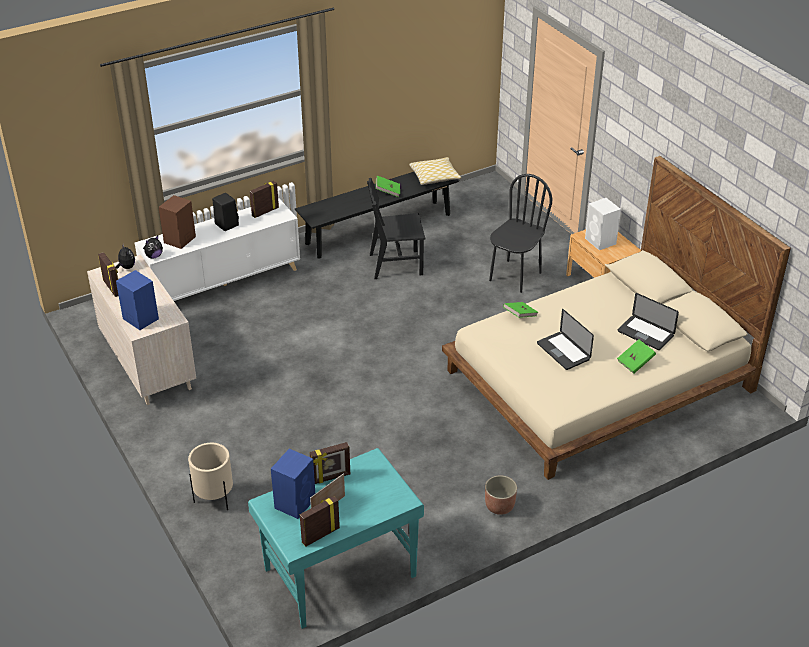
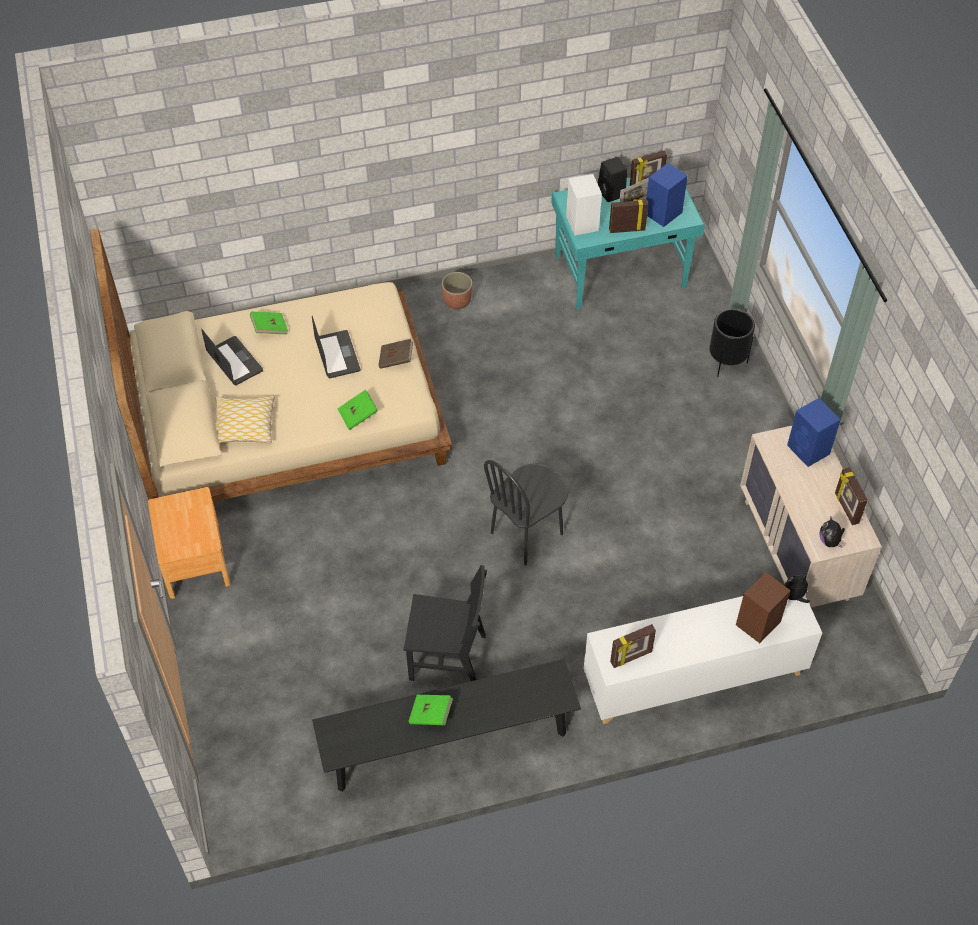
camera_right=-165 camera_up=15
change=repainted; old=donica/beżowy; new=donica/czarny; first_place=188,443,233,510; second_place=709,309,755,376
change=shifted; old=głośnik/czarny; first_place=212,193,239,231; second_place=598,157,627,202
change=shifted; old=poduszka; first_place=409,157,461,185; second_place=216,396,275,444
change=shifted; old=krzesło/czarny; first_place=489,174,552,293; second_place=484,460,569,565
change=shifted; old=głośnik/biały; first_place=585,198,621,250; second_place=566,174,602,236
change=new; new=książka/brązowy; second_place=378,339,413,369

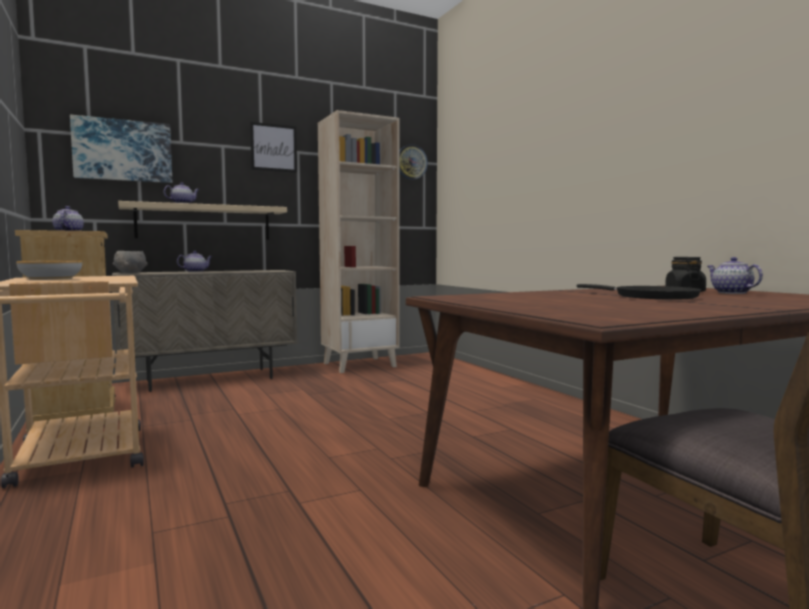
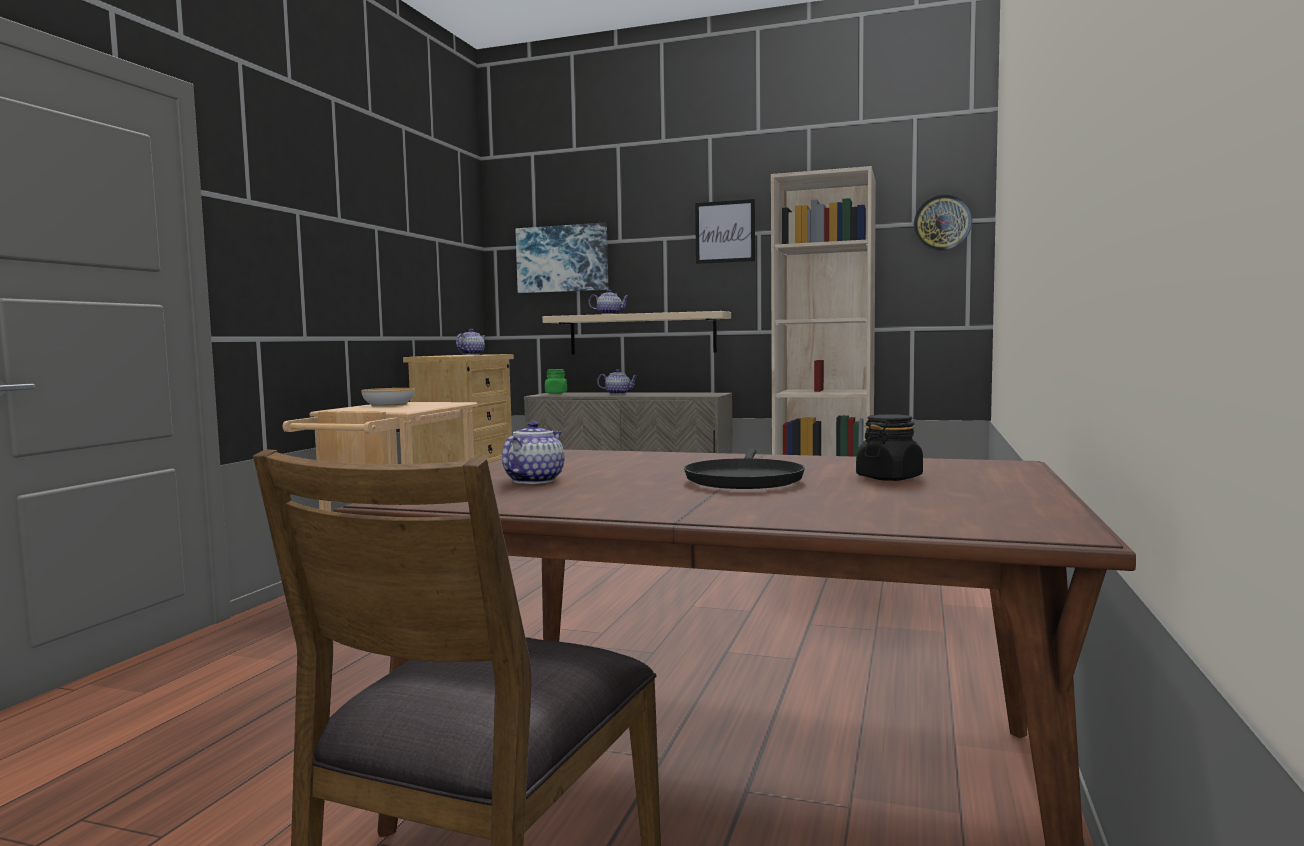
camera_right=45 camera_up=0
change=swapped; old=miska/szary; new=słoik/zielony; first_place=113,251,148,273; second_place=545,369,567,394
change=shifted; old=imbryk; first_place=707,257,763,294; second_place=502,421,564,484

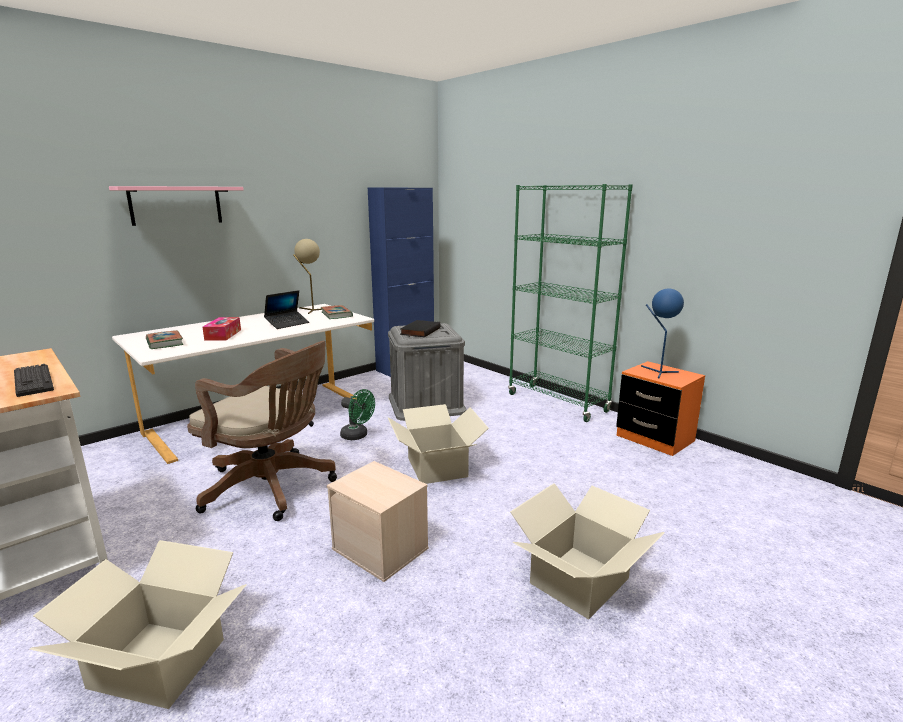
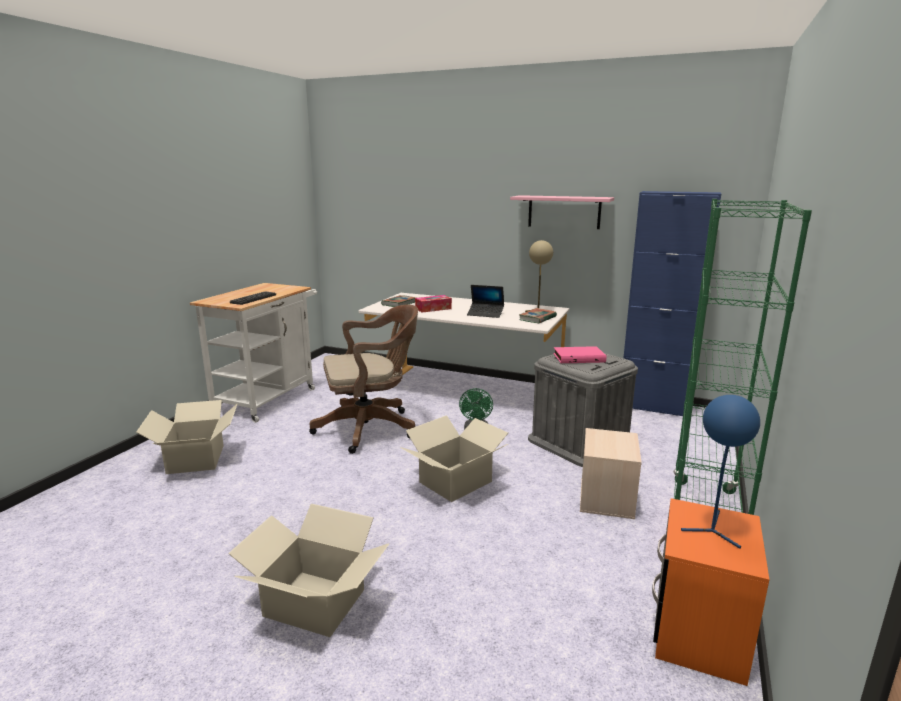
camera_right=65 camera_up=0
change=shifted; old=półka/różowy; first_place=109,186,244,226; second_place=510,195,614,229
change=rotated; old=krzesło biurowe/brązowy; first_place=187,341,337,521; second_place=309,304,418,454; degrees=-105
change=shifted; old=pojemnik do przechowywania/beżowy; first_place=327,461,428,582; second_place=580,428,642,519
change=repainted; old=książka/czarny; new=książka/różowy; first_place=400,320,441,337; second_place=553,346,606,363

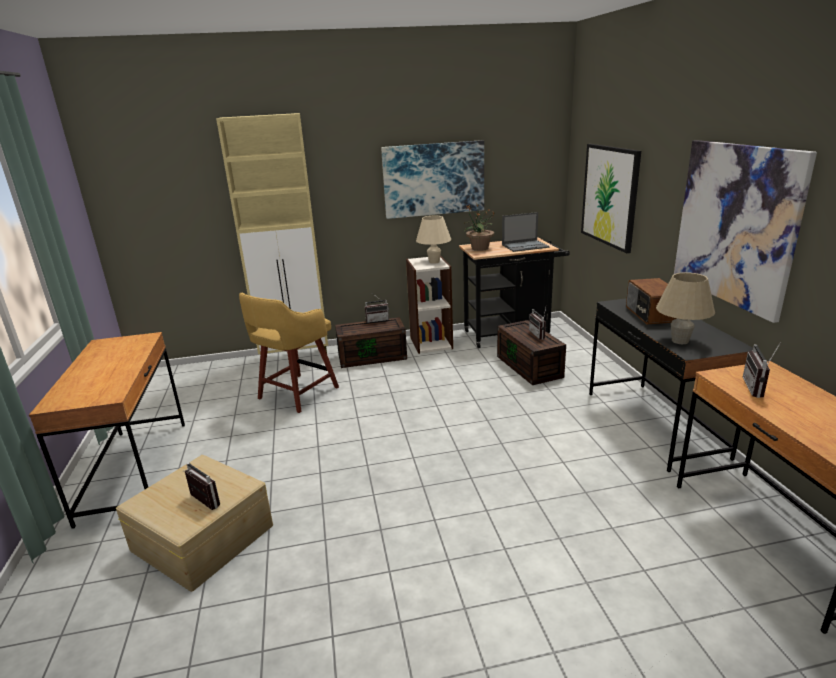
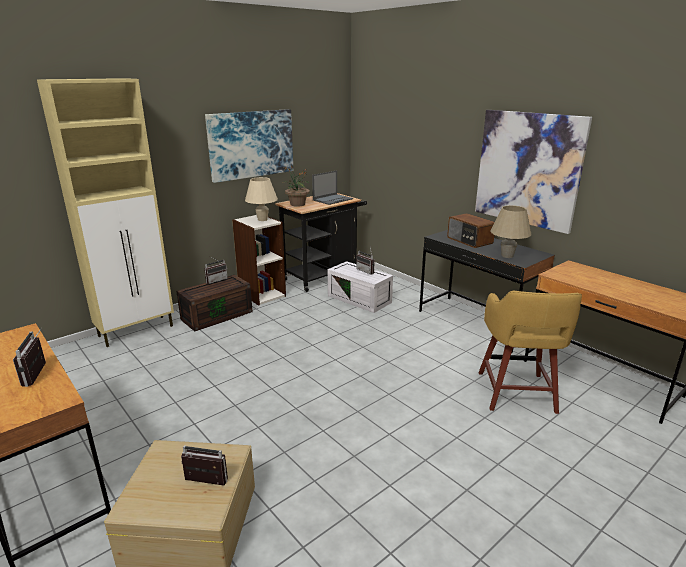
camera_right=-30 camera_up=0
change=shifted; old=stołek/żółty; first_place=239,293,339,413; second_place=479,291,582,414
change=repainted; old=pojemnik do przechowywania/brązowy; new=pojemnik do przechowywania/biały; first_place=497,320,566,385; second_place=328,261,393,313
change=gone; old=obraz; first_place=581,144,641,253
change=shifted; old=radio; first_place=743,342,781,398; second_place=13,328,46,387

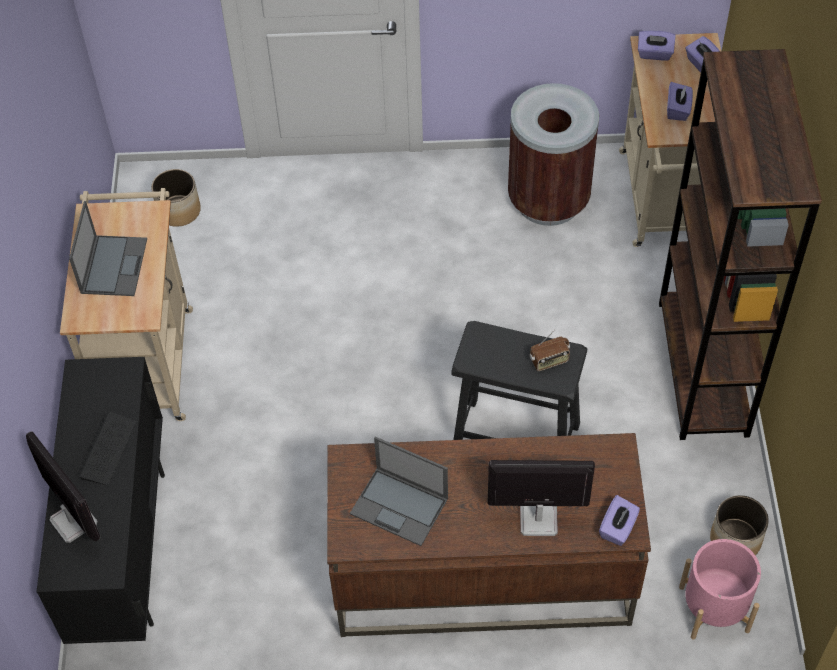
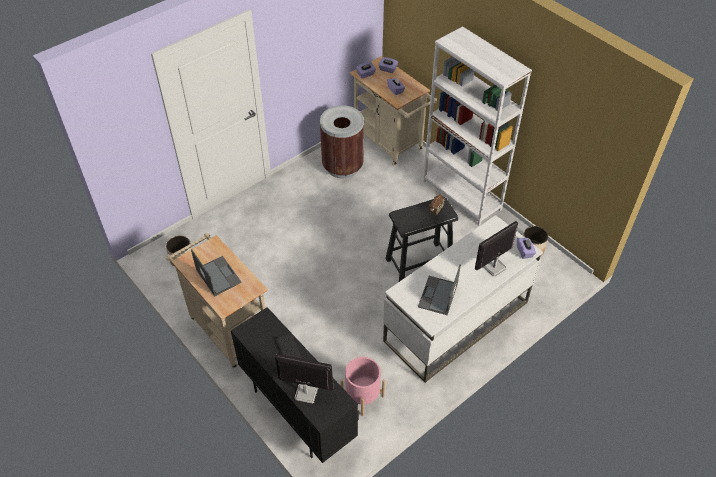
camera_right=-40 camera_up=-5
change=repainted; old=biurko/brązowy; new=biurko/biały; first_place=327,433,651,637; second_place=383,215,543,383
change=rotated; old=laptop; first_place=350,437,448,546; second_place=418,265,461,315; degrees=120
change=repainted; old=regał/brązowy; new=regał/biały; first_place=659,49,822,440; second_place=423,26,532,226
change=shifted; old=donica/różowy; first_place=679,539,761,639; second_place=340,357,385,416

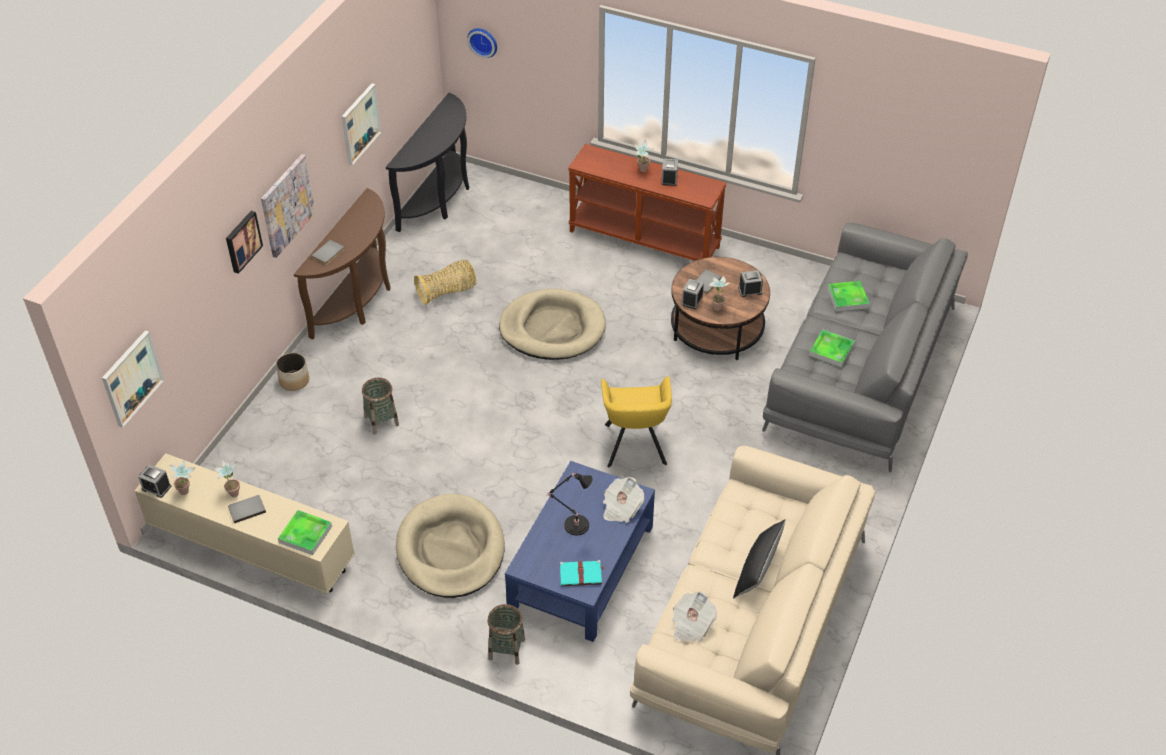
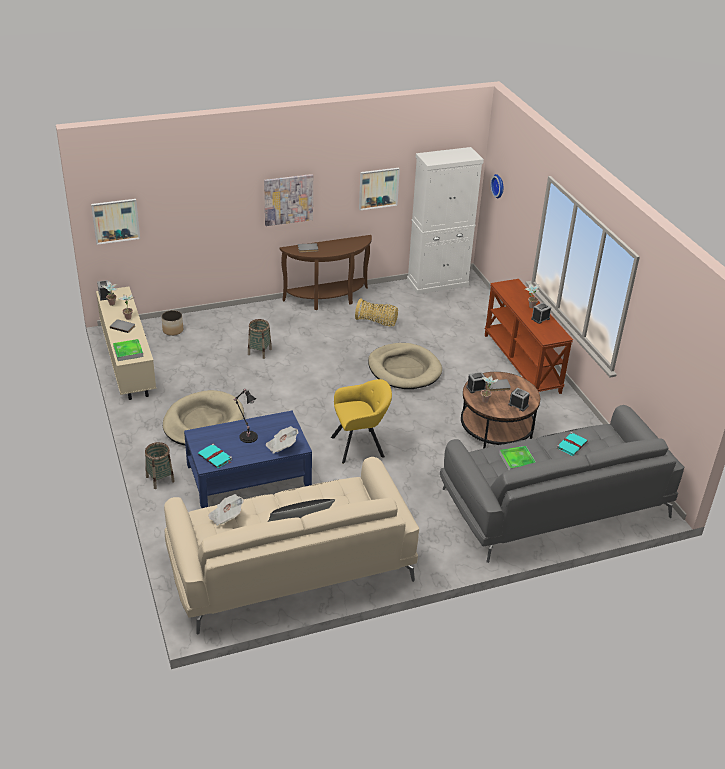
camera_right=45 camera_up=-10
change=gone; old=obraz; first_place=226,211,263,274
change=shifted; old=donica; first_place=276,353,309,391; second_place=162,310,183,336
change=swapped; old=stolik konsolowy/czarny; new=szafka/biały; first_place=386,93,469,232; second_place=407,147,484,294
change=rotated; old=fotel/żółty; first_place=601,376,672,468; second_place=331,379,392,464; degrees=-150
change=swapped; old=taca; new=książka/turkusowy; first_place=827,281,870,312; second_place=557,432,587,456

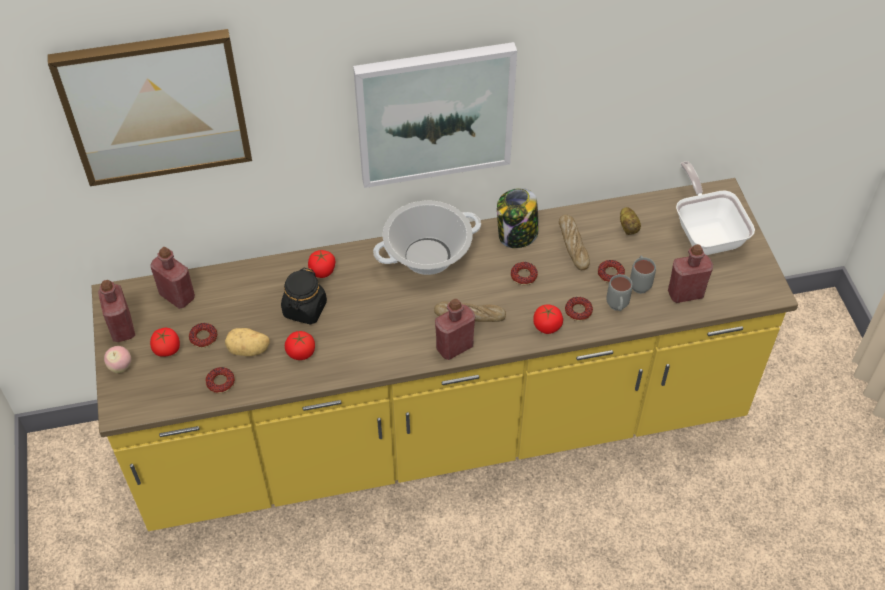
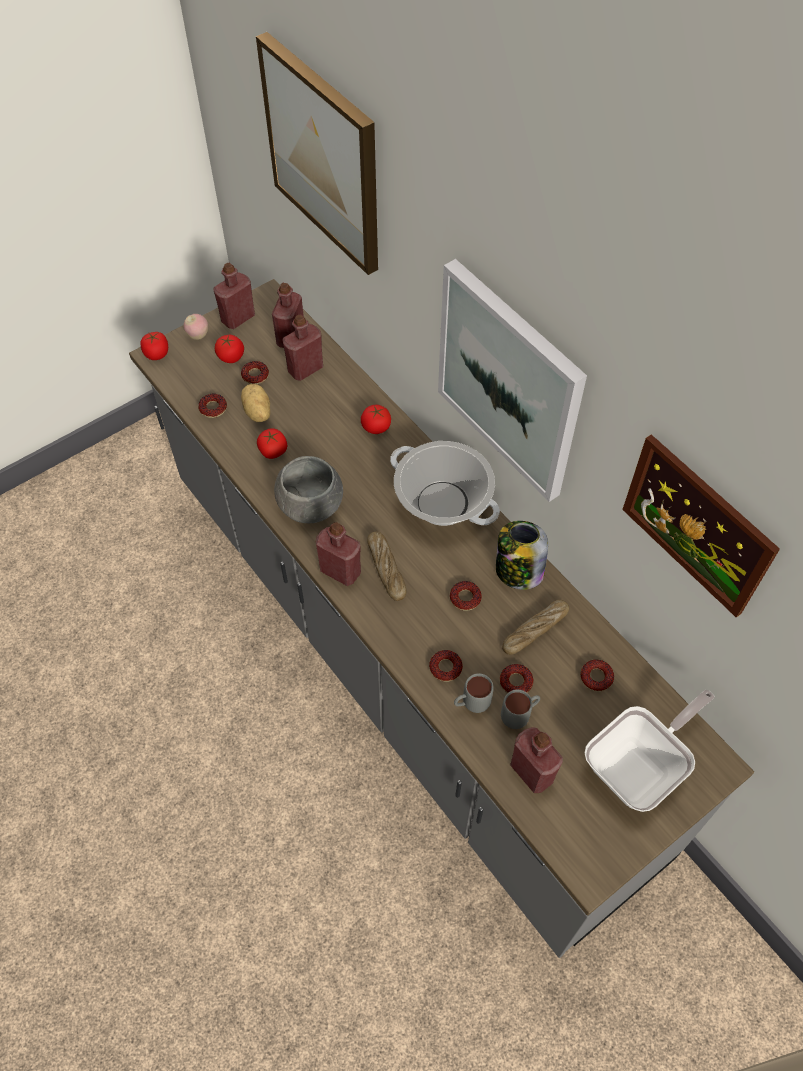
camera_right=65 camera_up=5
change=repainted; old=zabudowa kuchenna/żółty; new=zabudowa kuchenna/szary; first_place=92,178,798,531; second_place=129,279,754,958
change=gone; old=słoik/czarny; first_place=281,268,327,324
change=shifted; old=pomidor; first_place=533,304,563,334; second_place=140,332,168,360
change=swapped; old=ziemniak; new=donut; first_place=620,207,641,235; second_place=581,659,614,691
change=new; new=miska/szary; second_place=274,456,343,523
change=new; new=butelka/czerwony; second_place=282,315,323,381
change=new; new=obraz; second_place=622,434,780,618

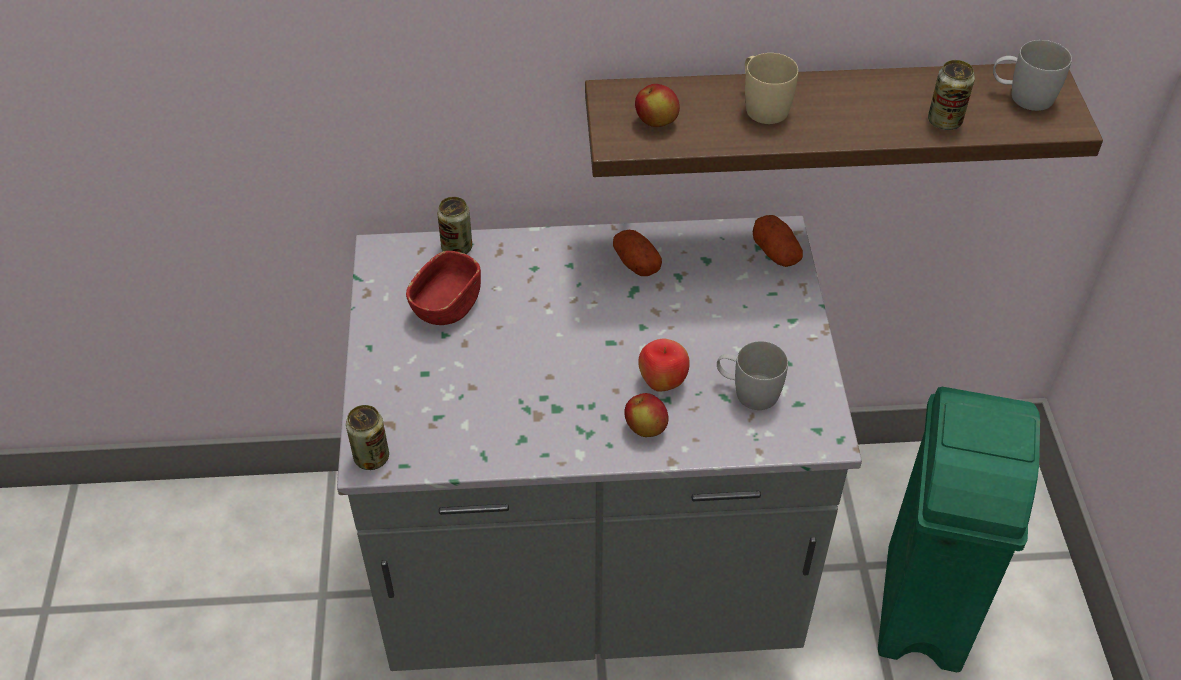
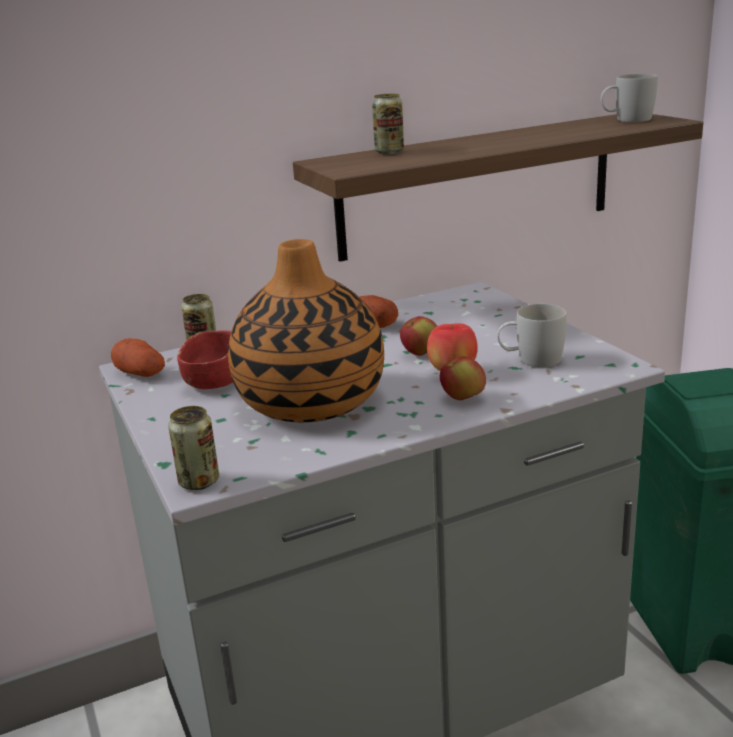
camera_right=-20 camera_up=-25
change=shifted; old=jabłko; first_place=635,84,680,127; second_place=400,316,437,356
change=gone; old=kubek/beżowy; first_place=745,53,798,124
change=shifted; old=ziemniak; first_place=752,215,803,267; second_place=111,338,165,377
change=shifted; old=puszka; first_place=928,60,975,130; second_place=372,94,404,154
change=new; new=wazon; second_place=228,239,384,422

